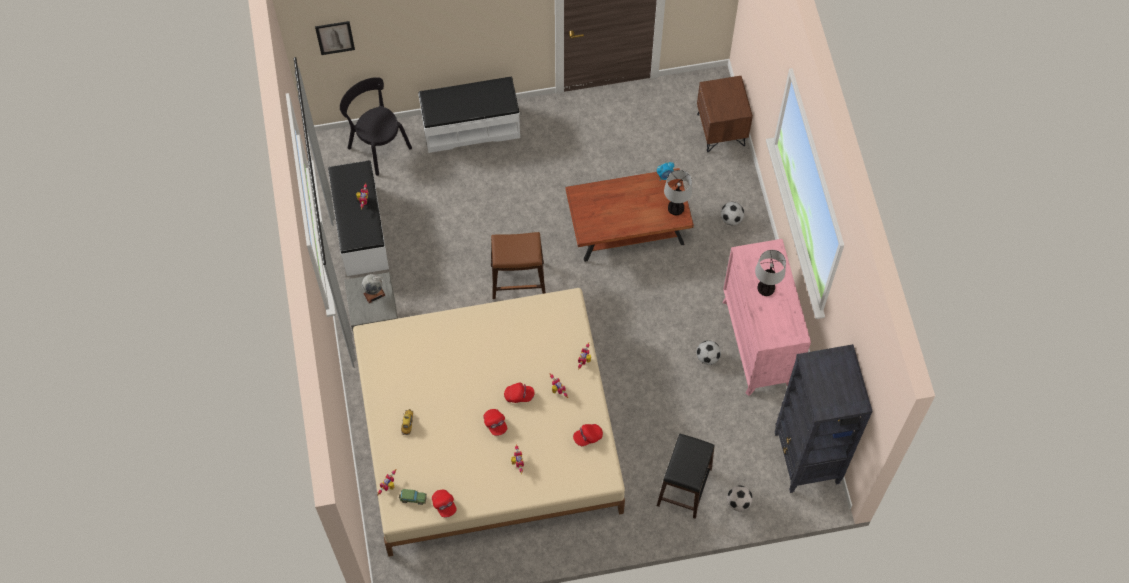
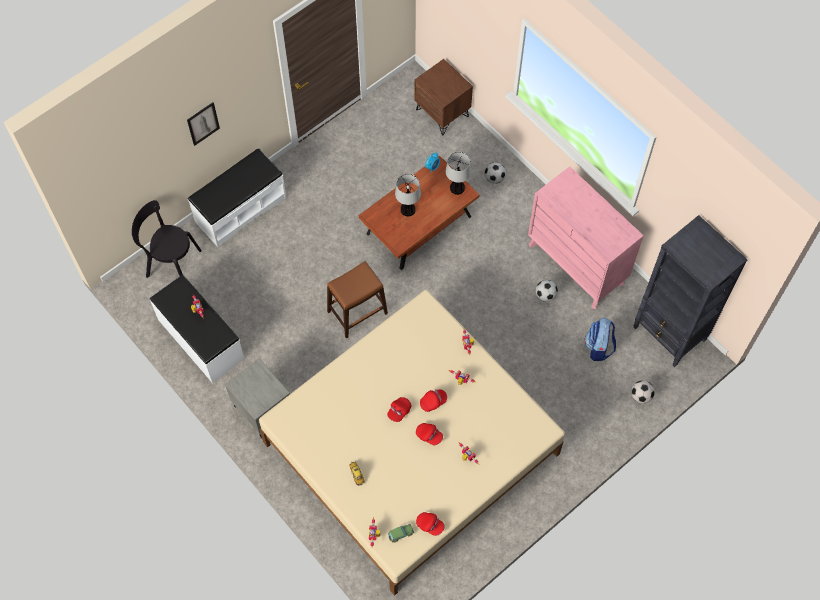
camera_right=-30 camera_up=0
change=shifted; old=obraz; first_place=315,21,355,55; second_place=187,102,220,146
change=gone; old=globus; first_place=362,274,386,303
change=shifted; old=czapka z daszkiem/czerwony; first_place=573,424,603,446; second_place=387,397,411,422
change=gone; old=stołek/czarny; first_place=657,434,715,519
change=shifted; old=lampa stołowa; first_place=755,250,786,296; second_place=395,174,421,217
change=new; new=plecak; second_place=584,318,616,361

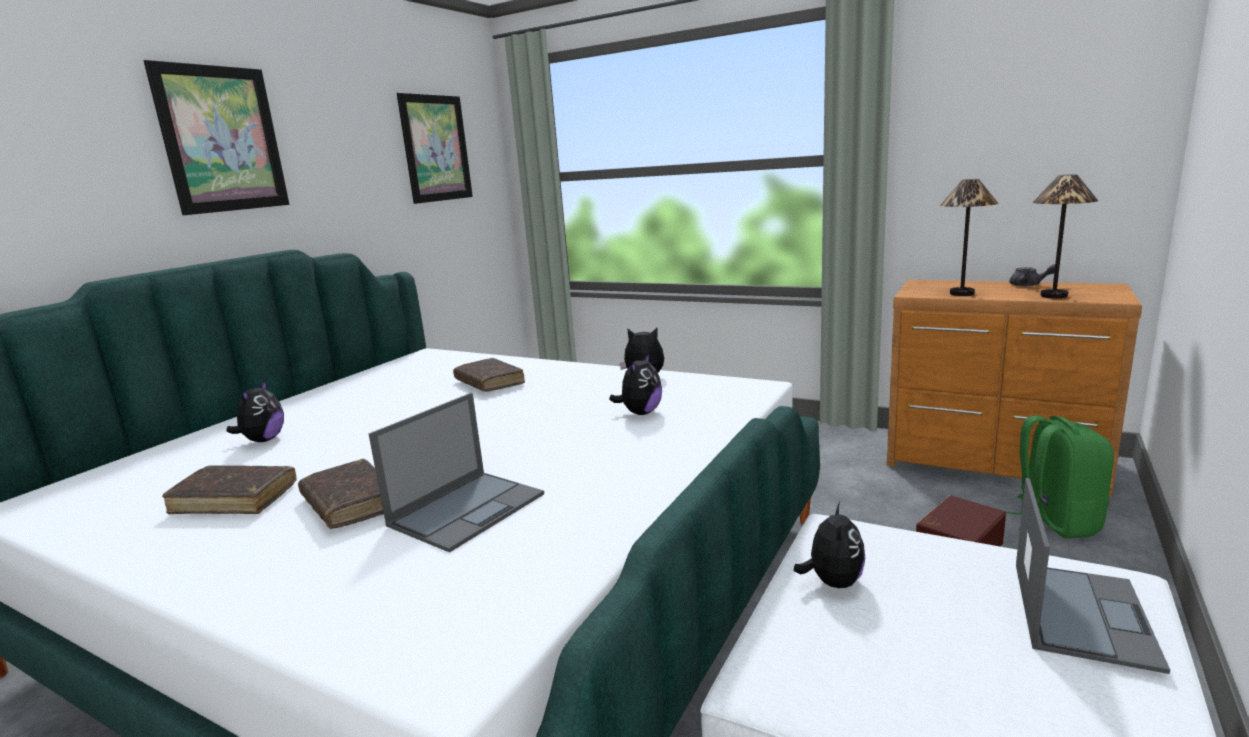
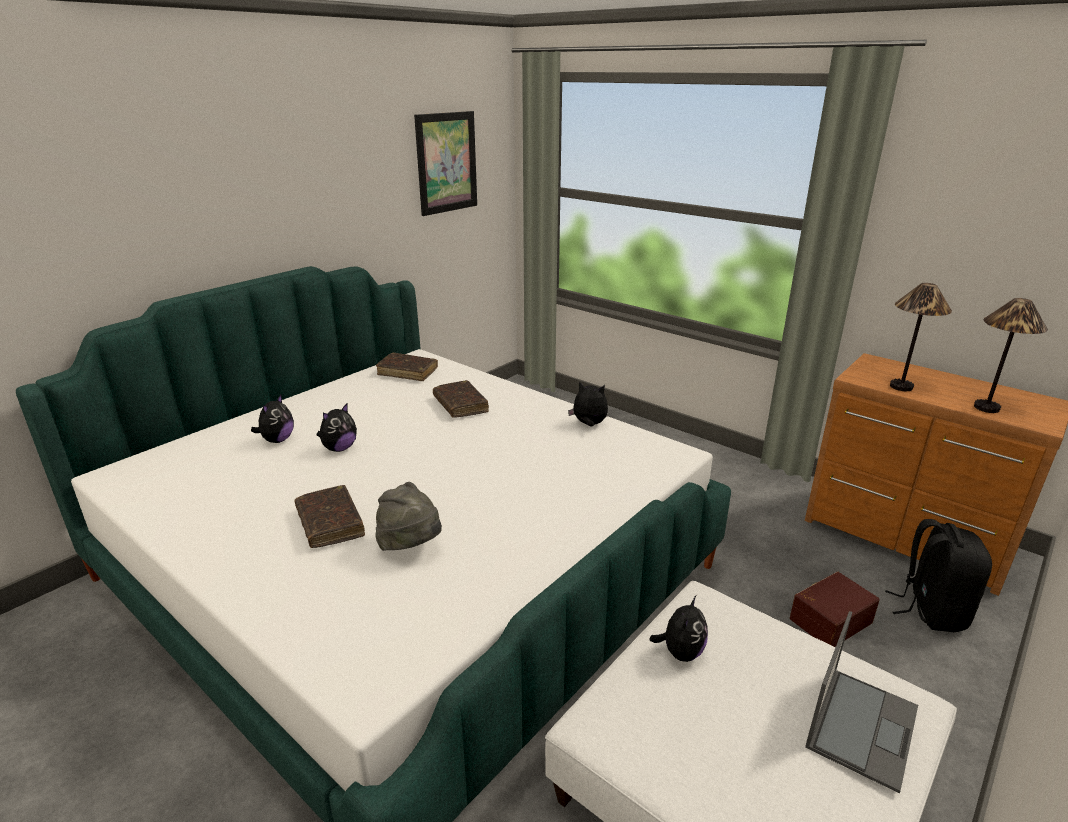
camera_right=10 camera_up=10
change=gone; old=obraz; first_place=144,60,289,215
change=shifted; old=książka/brązowy; first_place=162,465,296,514; second_place=376,353,438,381
change=swapped; old=laptop; new=kapelusz/szary; first_place=369,393,544,553; second_place=376,482,442,551
change=shifted; old=pluszak; first_place=609,353,662,415; second_place=317,404,357,452
change=repainted; old=plecak/zielony; new=plecak/czarny; first_place=1005,415,1114,539; second_place=885,519,992,632
change=gone; old=imbryk/szary; first_place=1010,264,1055,286

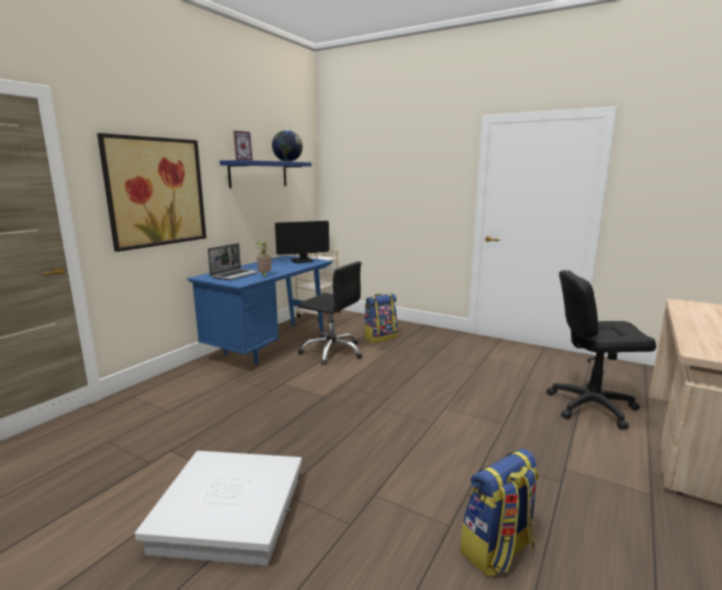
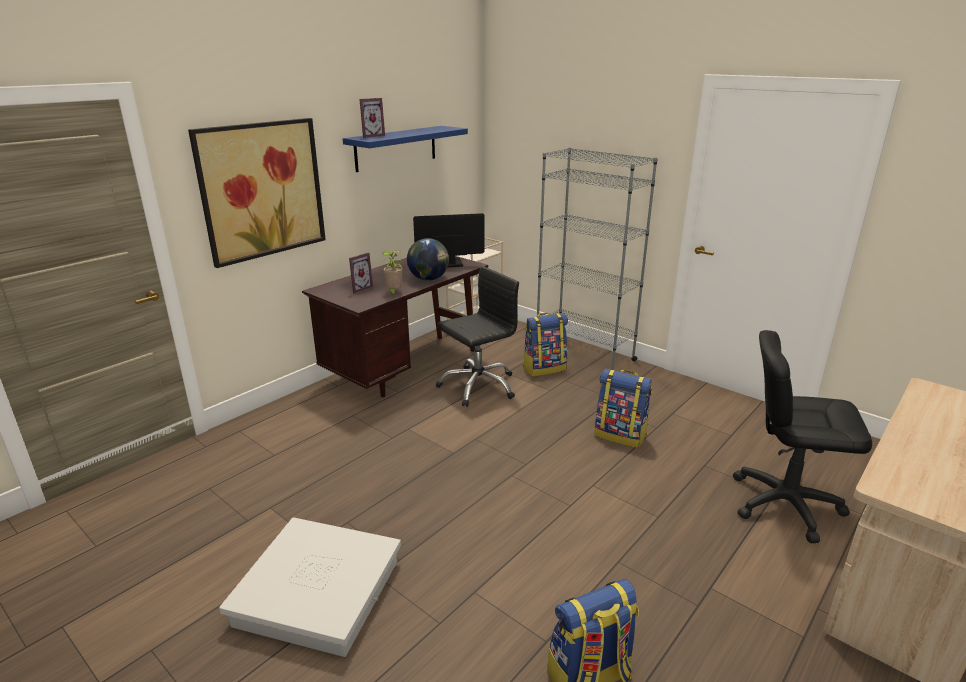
camera_right=10 camera_up=10
change=repainted; old=biurko/niebieski; new=biurko/brązowy; first_place=187,255,333,364; second_place=302,256,488,397
change=swapped; old=laptop; new=ramka na zdjęcie; first_place=208,243,260,280; second_place=349,253,373,293
change=shifted; old=globus; first_place=272,130,303,162; second_place=407,238,449,281
change=rotated; old=krzesło biurowe/czarny; first_place=298,261,362,365; second_place=436,266,519,407; degrees=-75
change=new; new=regał/szary; second_place=537,147,658,370
change=new; new=plecak; second_place=594,369,652,448

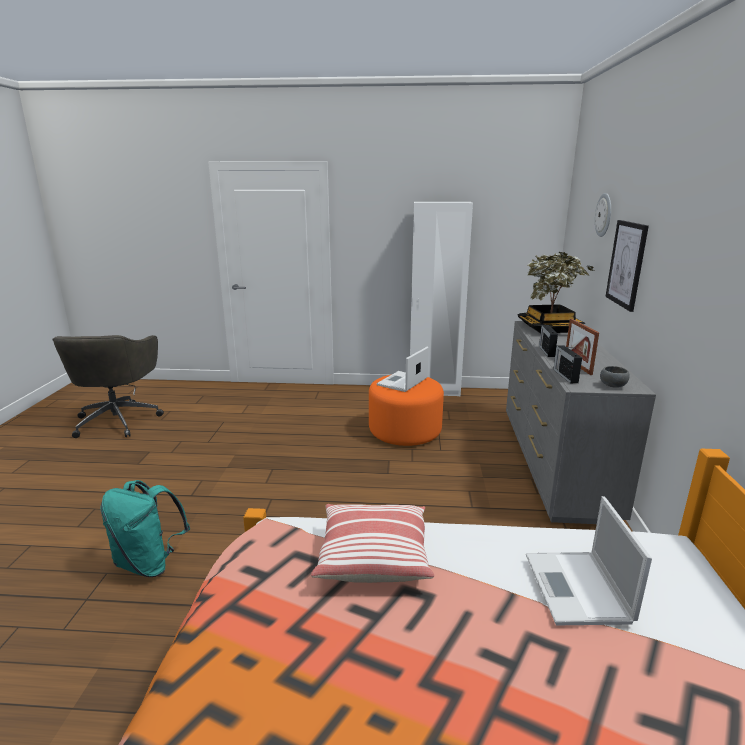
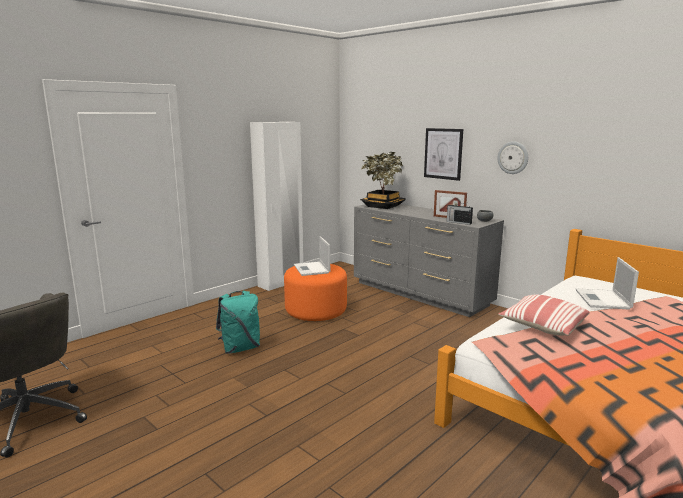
camera_right=-50 camera_up=-5
change=shifted; old=plecak/turkusowy; first_place=101,480,190,577; second_place=216,291,260,353
change=rotated; old=laptop; first_place=526,496,652,625; second_place=576,257,639,310; degrees=60
change=gone; old=radio; first_place=539,325,558,357
change=shifted; old=zegar ścienny; first_place=595,193,611,237; second_place=497,141,528,174

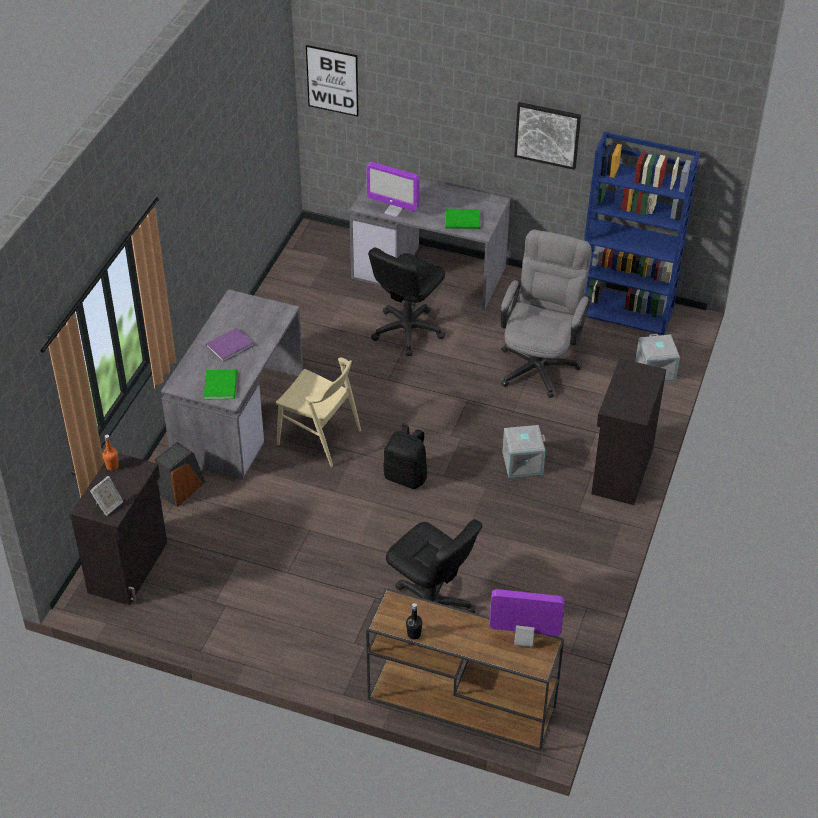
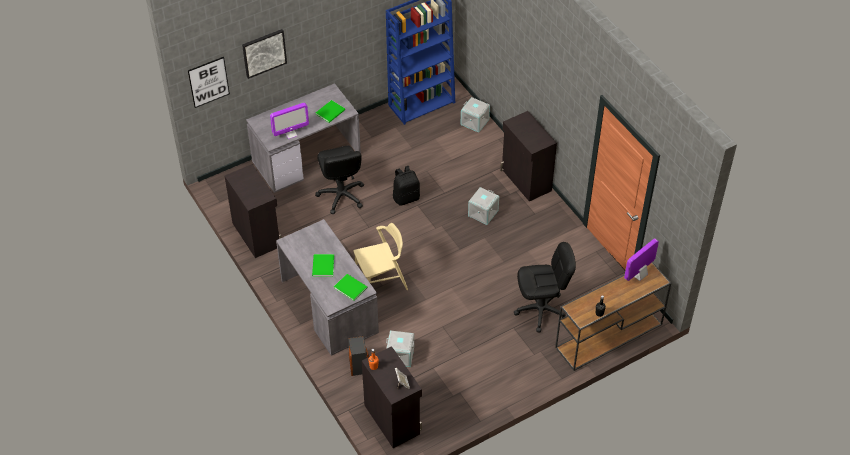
camera_right=-50 camera_up=5
change=repainted; old=książka/fioletowy; new=książka/zielony; first_place=206,328,254,362; second_place=312,254,334,276
change=shifted; old=plecak/czarny; first_place=383,424,427,489; second_place=393,166,420,206
change=gone; old=krzesło biurowe/szary; first_place=501,229,592,398
change=shifted; old=obraz; first_place=514,102,581,170; second_place=242,29,287,79
change=new; new=szafka/czarny; second_place=225,164,282,258
change=new; new=pojemnik do przechowywania/szary; second_place=386,330,414,367

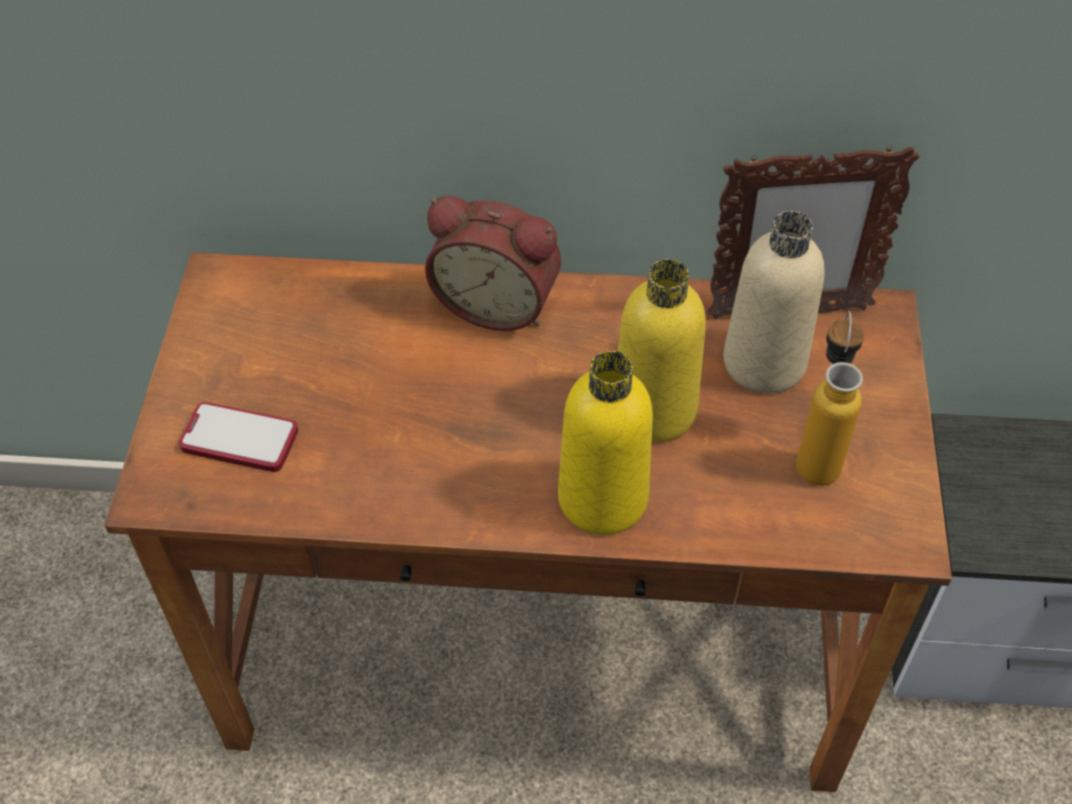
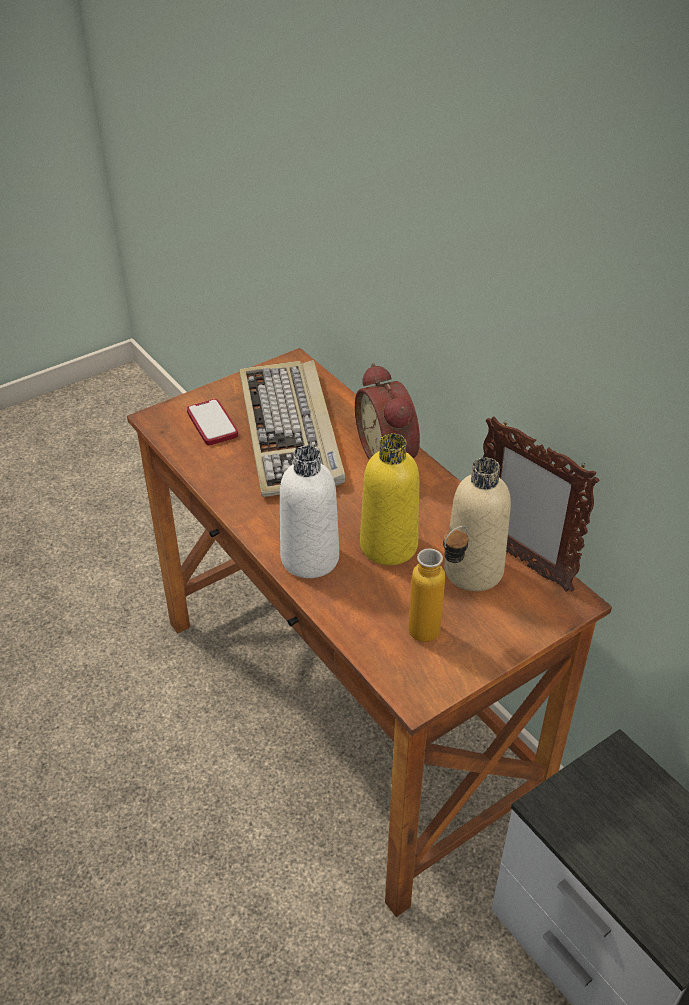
camera_right=50 camera_up=-10
change=repainted; old=butelka/żółty; new=butelka/biały; first_place=558,351,653,535; second_place=280,446,339,578
change=new; new=klawiatura; second_place=239,360,346,497

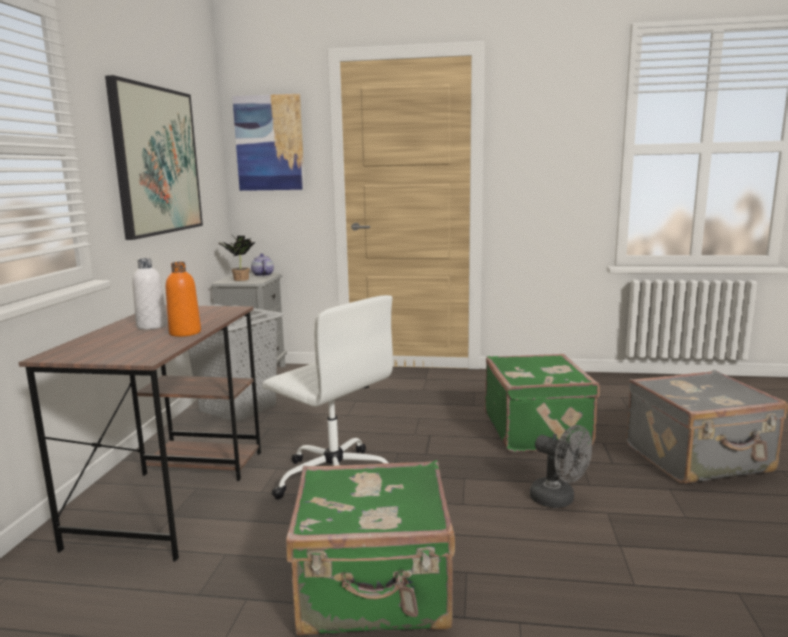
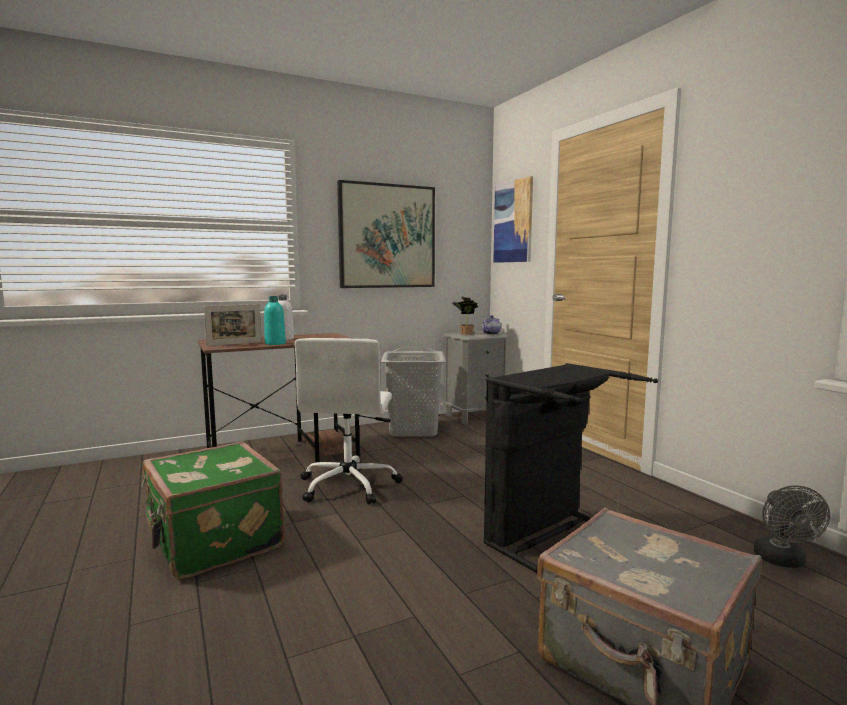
camera_right=55 camera_up=-5
change=repainted; old=butelka/pomarańczowy; new=butelka/turkusowy; first_place=166,262,201,337; second_place=264,296,286,345
change=swapped; old=walizka/zielony; new=kosz na pranie/czarny; first_place=485,354,600,452; second_place=483,363,658,573
change=shifted; old=wentylator/szary; first_place=530,425,592,508; second_place=753,485,830,568
change=new; new=ramka na zdjęcie; second_place=204,304,262,346

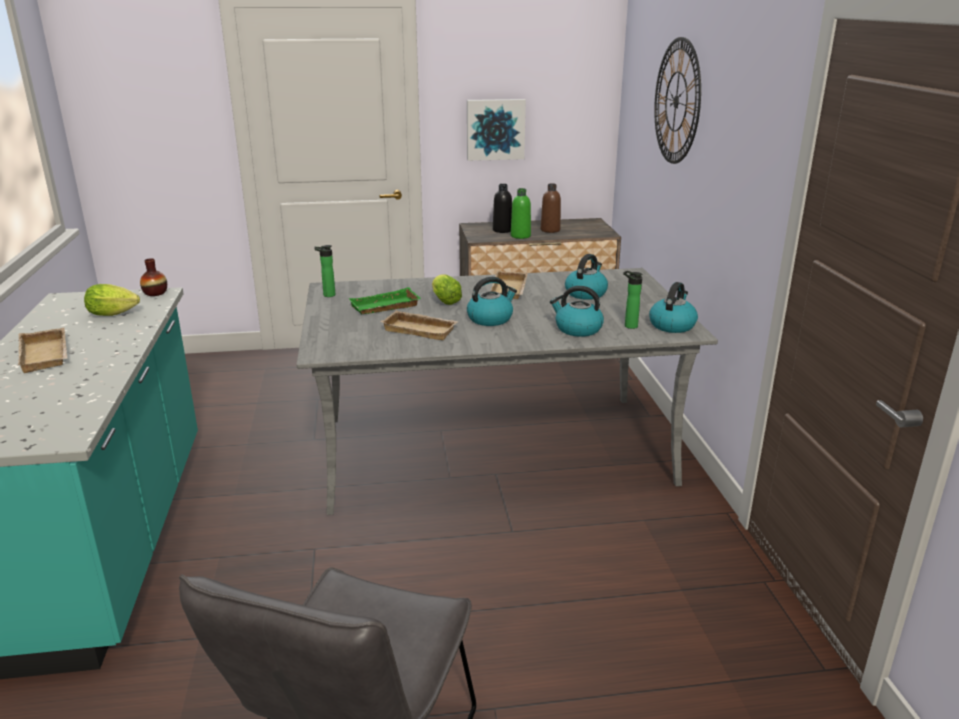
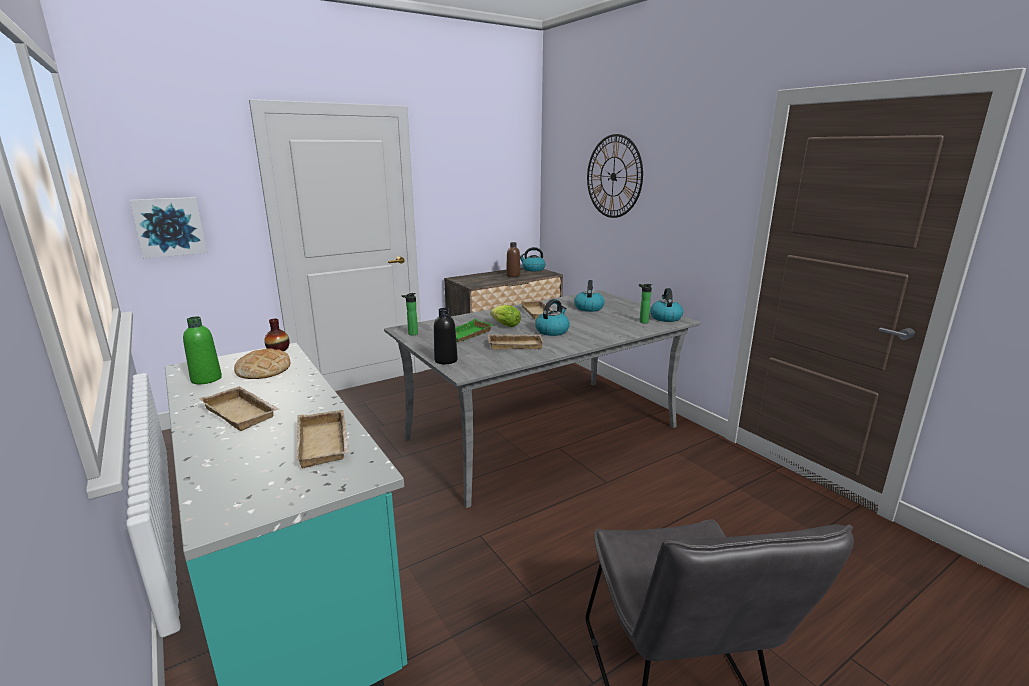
camera_right=-25 camera_up=-5
change=swapped; old=sałata; new=chleb; first_place=84,284,140,316; second_place=234,348,290,379
change=shifted; old=obraz; first_place=467,99,526,161; second_place=130,197,207,258
change=shifted; old=butelka/czarny; first_place=493,184,512,233; second_place=434,308,458,364
change=shifted; old=butelka/zielony; first_place=511,188,531,239; second_place=183,316,222,384
change=shifted; old=czajnik; first_place=550,286,604,337; second_place=520,247,545,271
change=new; new=taca/beżowy; second_place=296,410,350,468

